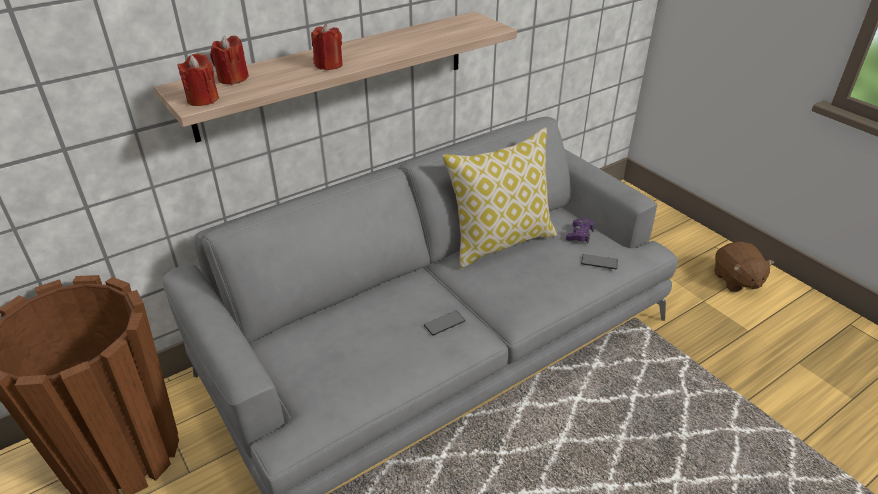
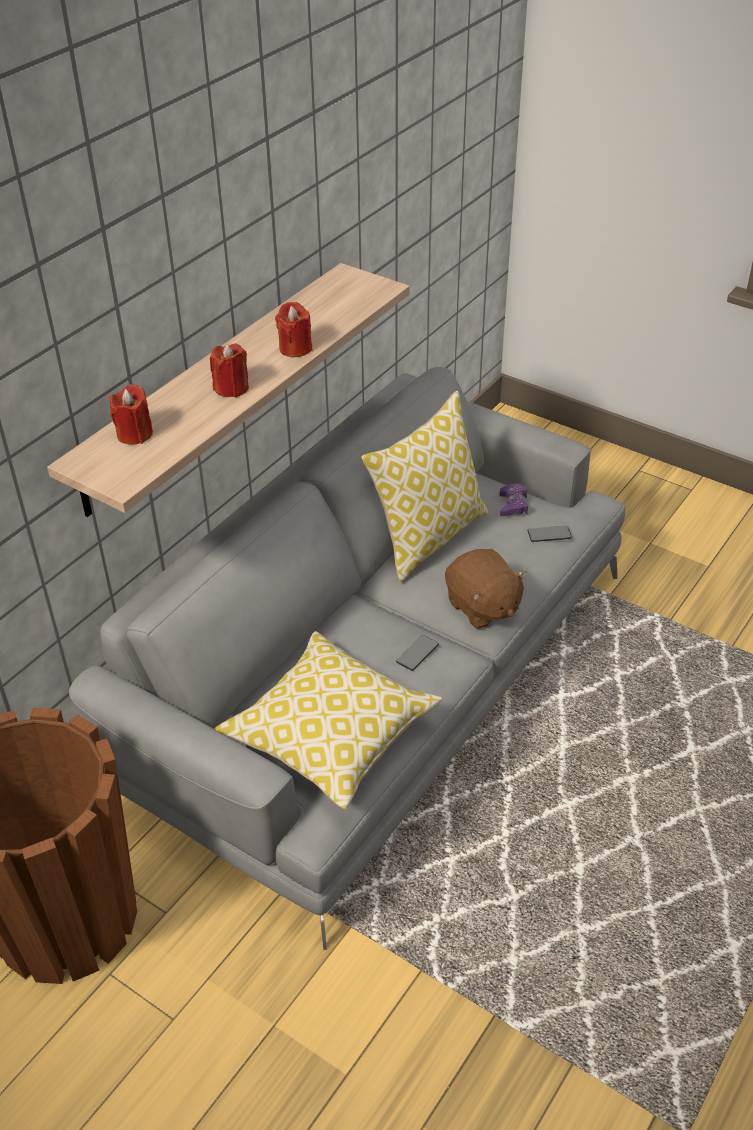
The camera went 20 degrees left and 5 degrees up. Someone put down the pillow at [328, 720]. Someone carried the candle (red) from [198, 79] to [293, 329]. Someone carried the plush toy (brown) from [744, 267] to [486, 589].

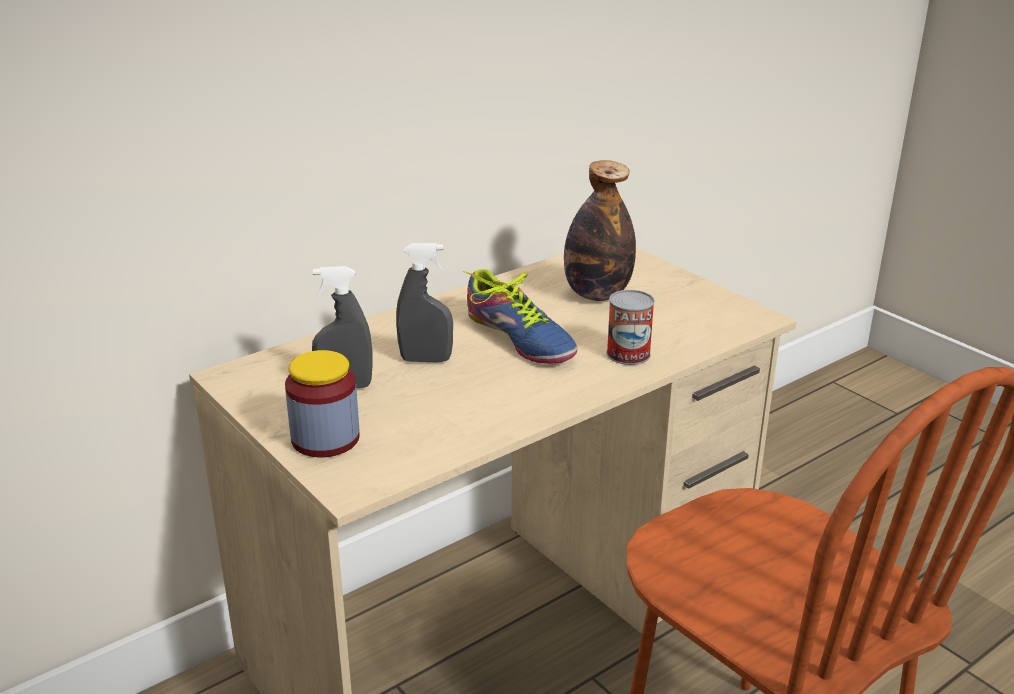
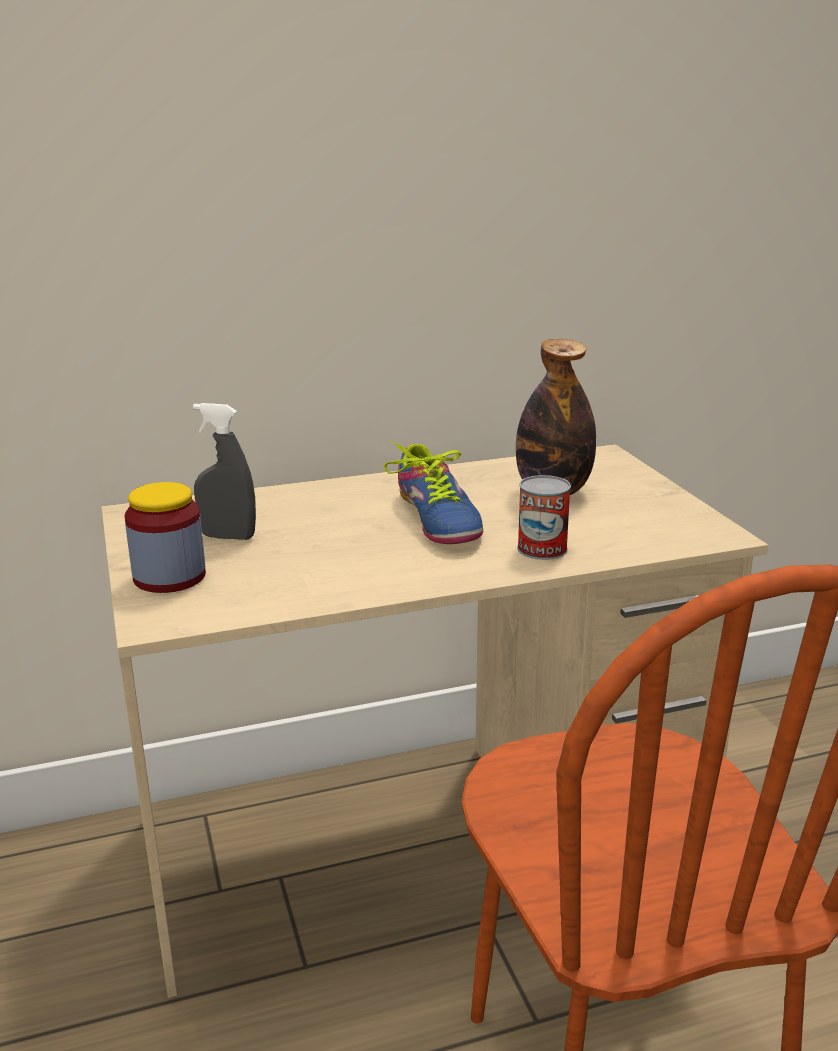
The camera went 20 degrees right and 5 degrees down. Someone took away the spray bottle (grey) at [424, 303].

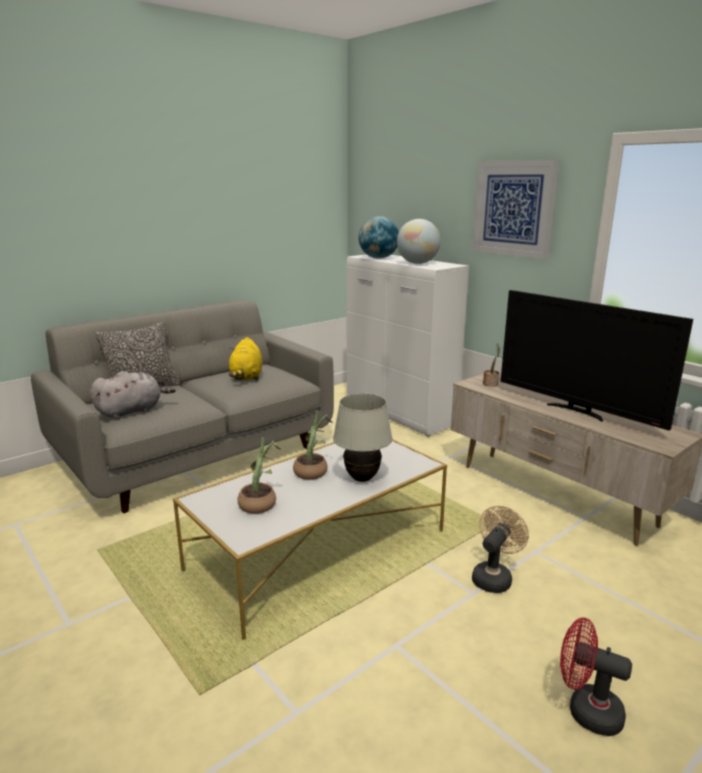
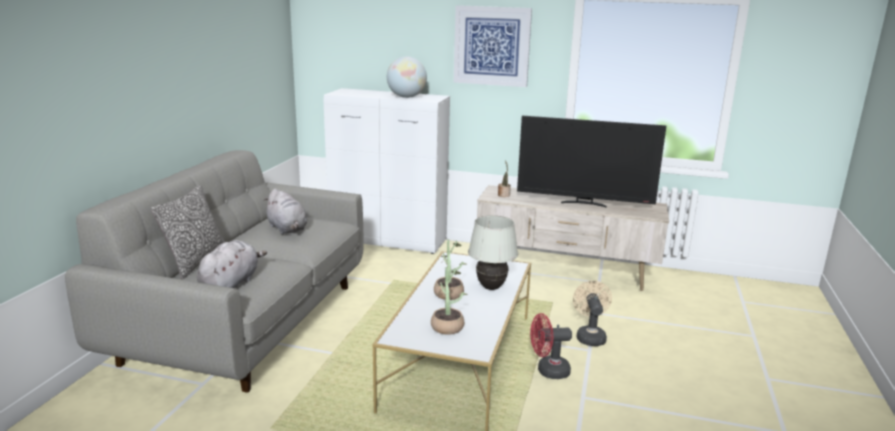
The camera went 35 degrees left and 0 degrees up. Someone repainted the plush toy (yellow) at [245, 359], which became the plush toy (grey) at [285, 211]. Someone carried the fan (red) from [596, 676] to [551, 346]. Someone took away the globe at [379, 237].

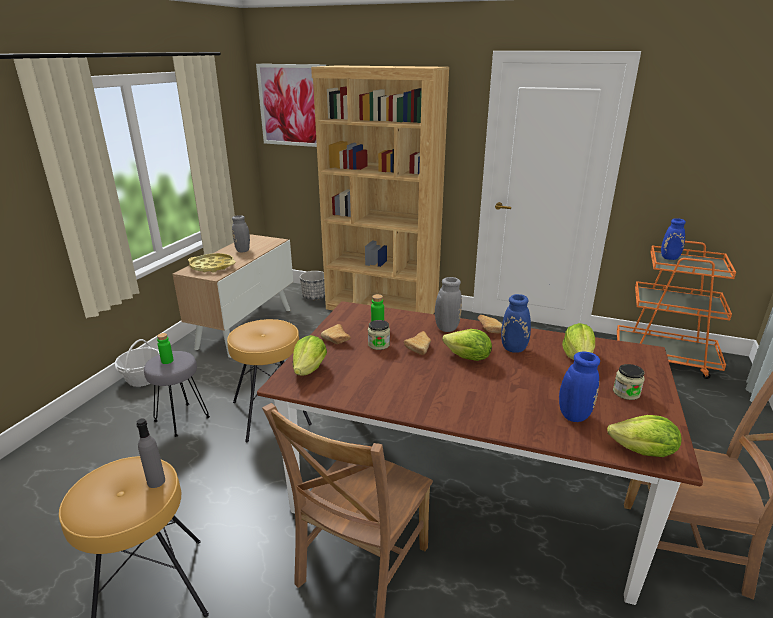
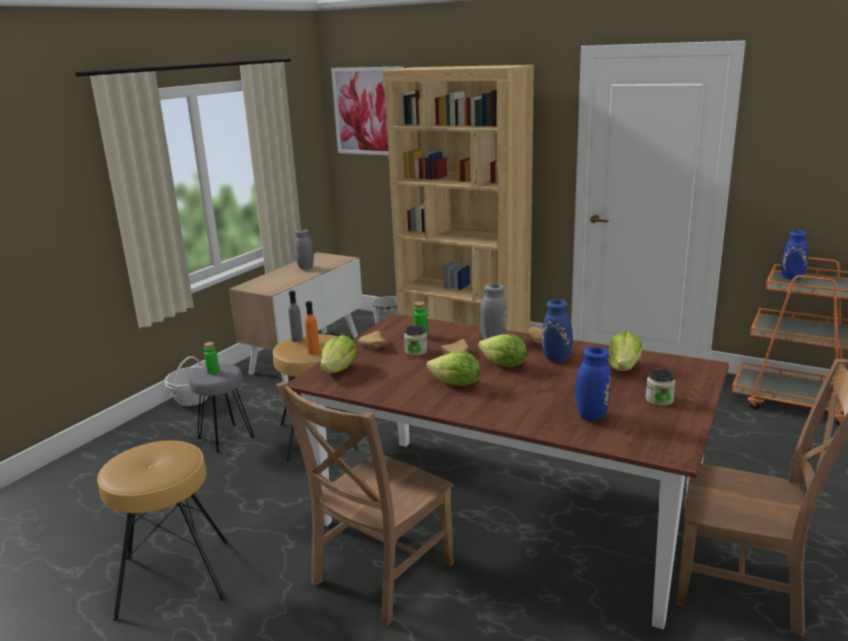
The camera went 10 degrees right and 5 degrees down. Someone carried the bottle (grey) from [150, 453] to [295, 316]. Someone put down the bottle (orange) at [312, 328]. Someone carried the lettuce from [644, 436] to [453, 369]. Someone took away the tray (yellow) at [212, 263].

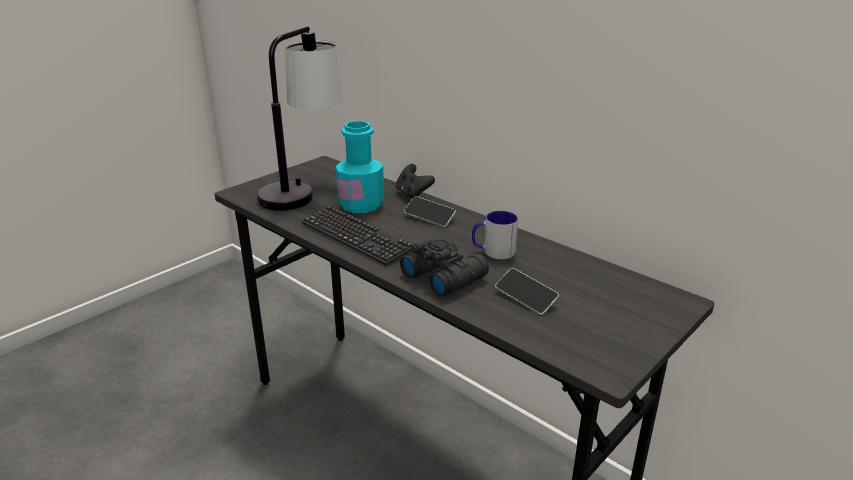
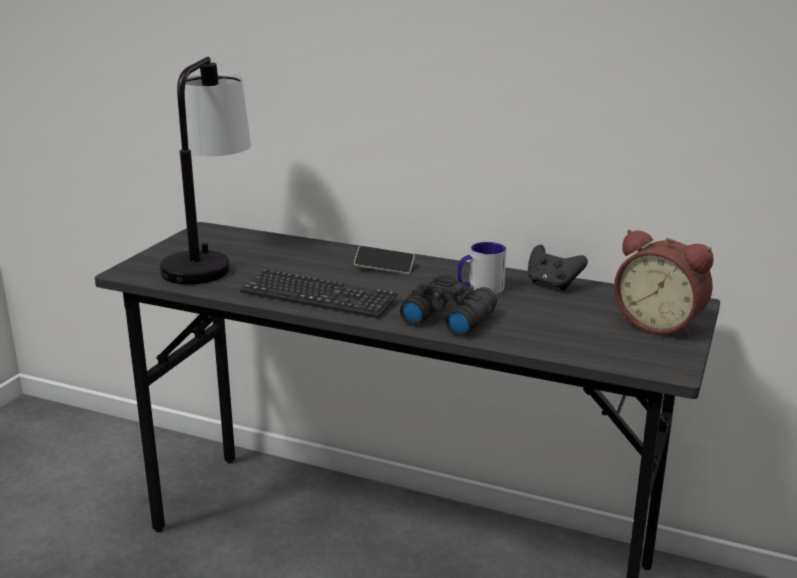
The camera went 20 degrees left and 5 degrees down. Someone carried the game controller (black) from [415, 181] to [557, 268]. Someone put down the alarm clock at [663, 284]. Someone took away the bottle (turquoise) at [360, 167]. Someone took away the phone at [527, 291].

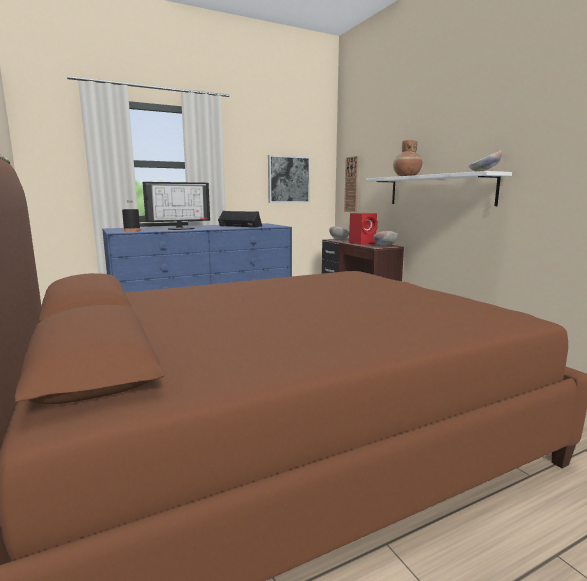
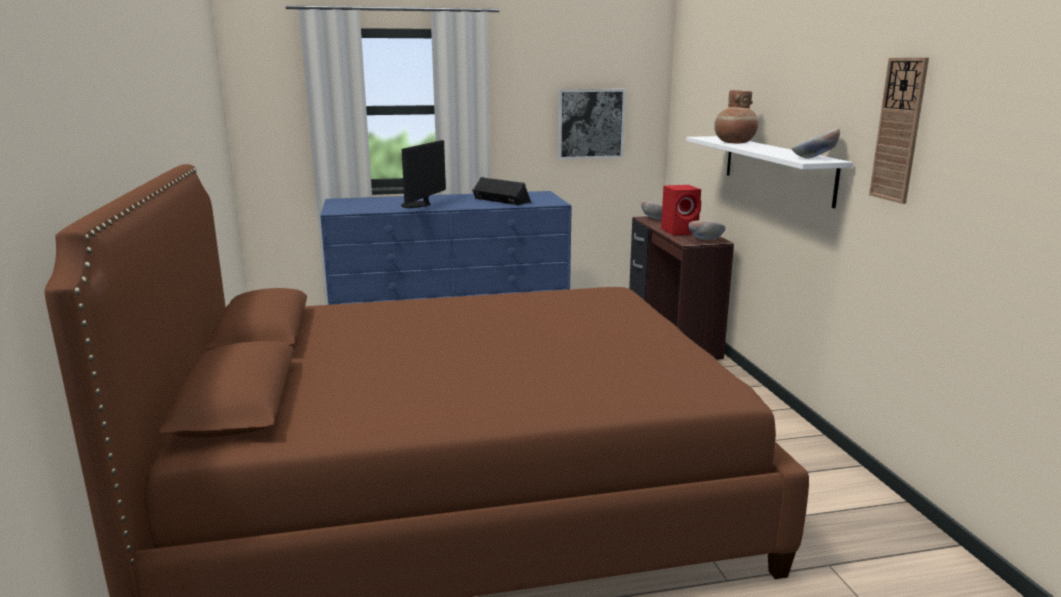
The camera went 15 degrees right and 5 degrees up. Someone rotated the monitor at [176, 206] by 120 degrees clockwise. Someone carried the wall clock from [351, 184] to [899, 130]. Someone took away the bottle (black) at [131, 216].

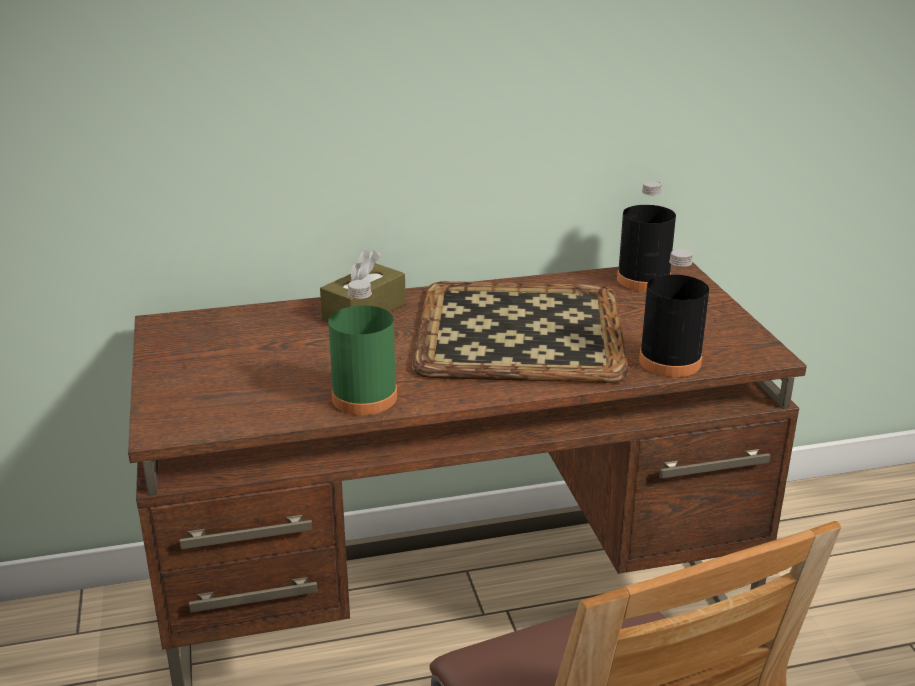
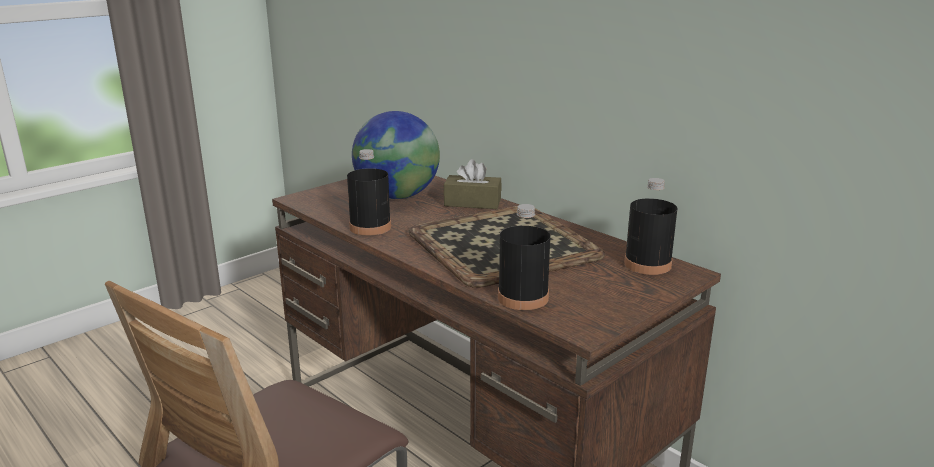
The camera went 60 degrees right and 5 degrees down. Someone repainted the bottle (green) at [362, 347], which became the bottle (black) at [369, 192]. Someone put down the globe at [396, 155].

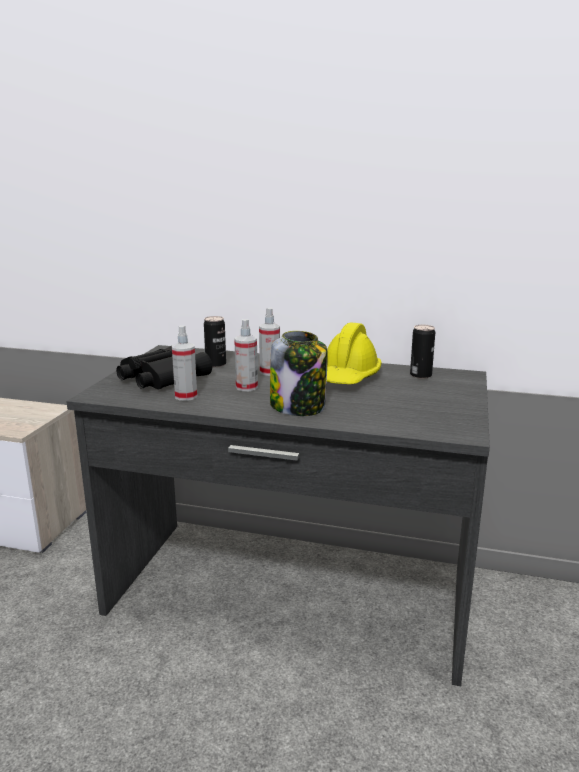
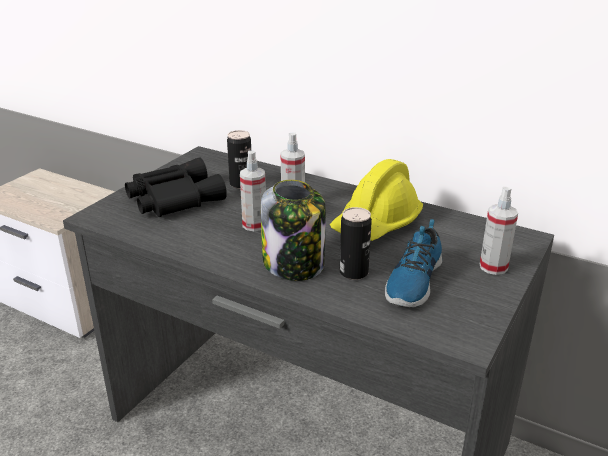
The camera went 15 degrees right and 10 degrees up. Someone carried the can from [422, 352] to [356, 243]. Someone put down the shoe at [413, 263]. Someone carried the spray bottle from [184, 363] to [499, 231].

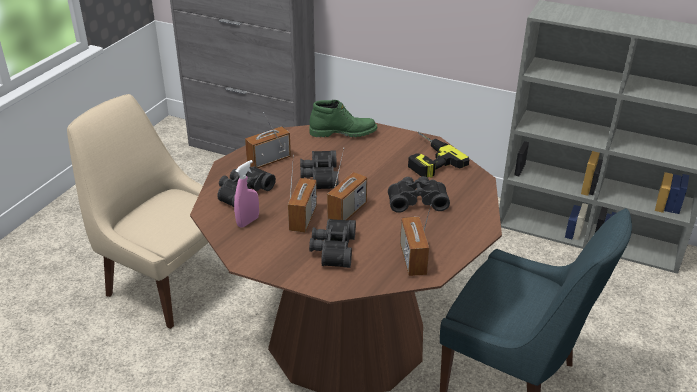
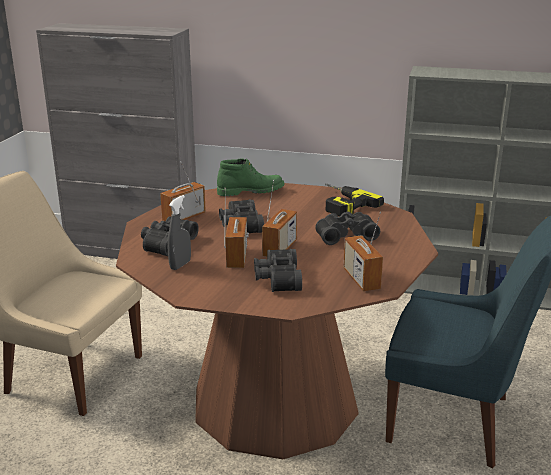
The camera went 10 degrees left and 10 degrees down. Someone repainted the spray bottle (pink) at [246, 194], which became the spray bottle (grey) at [179, 232].

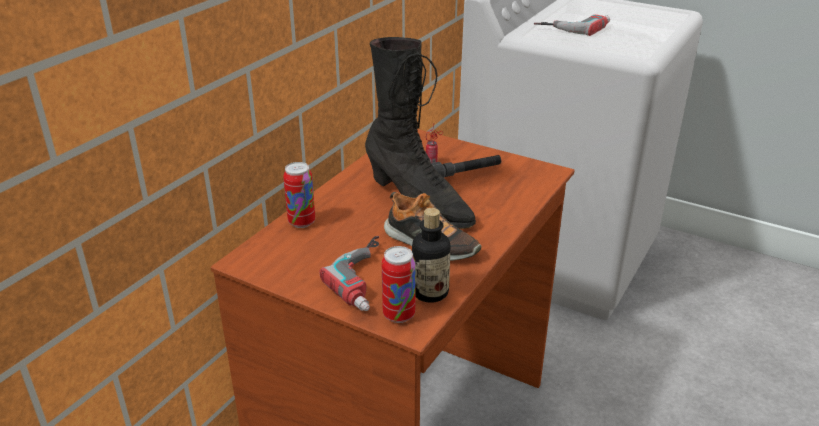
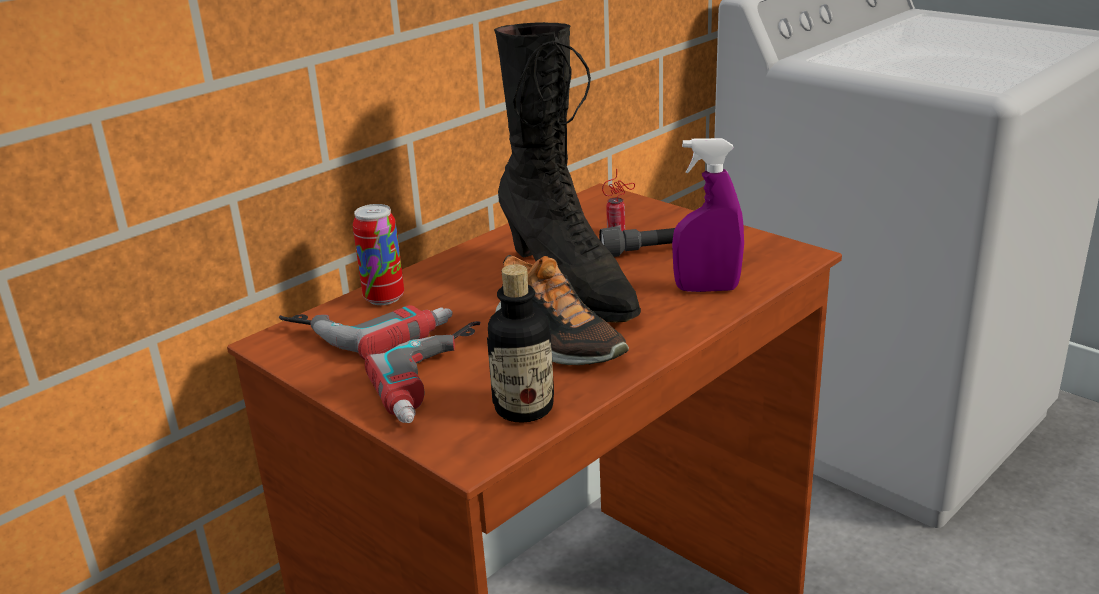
The camera went 15 degrees right and 5 degrees down. Someone carried the power drill from [572, 25] to [366, 332]. Someone put down the spray bottle (purple) at [708, 215]. Someone took away the can at [399, 284].

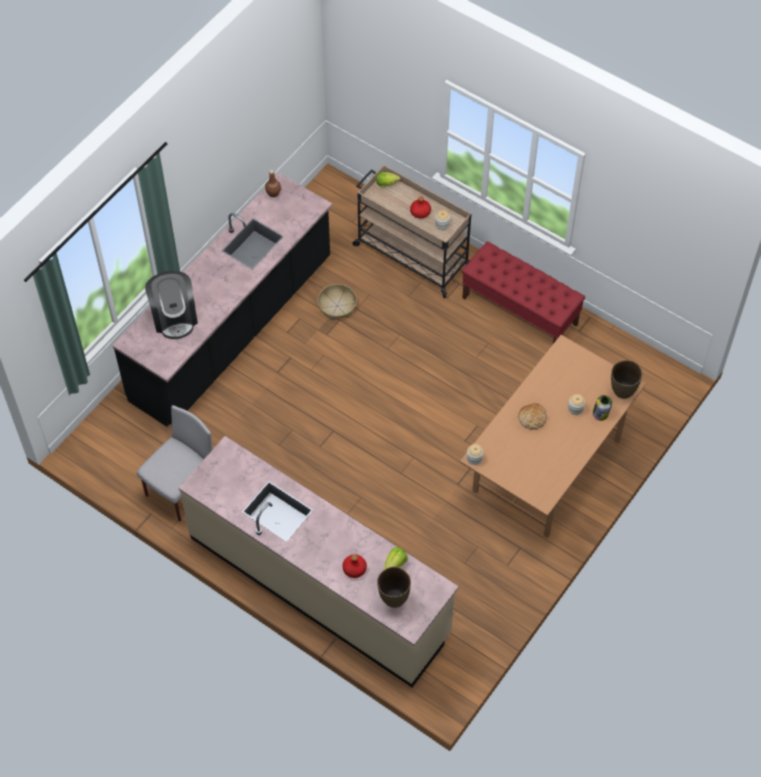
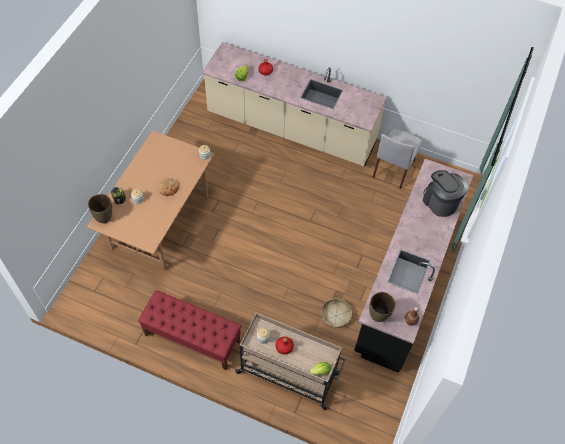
The camera went 165 degrees right and 0 degrees up. Someone carried the vase (brown) from [394, 587] to [382, 307].

